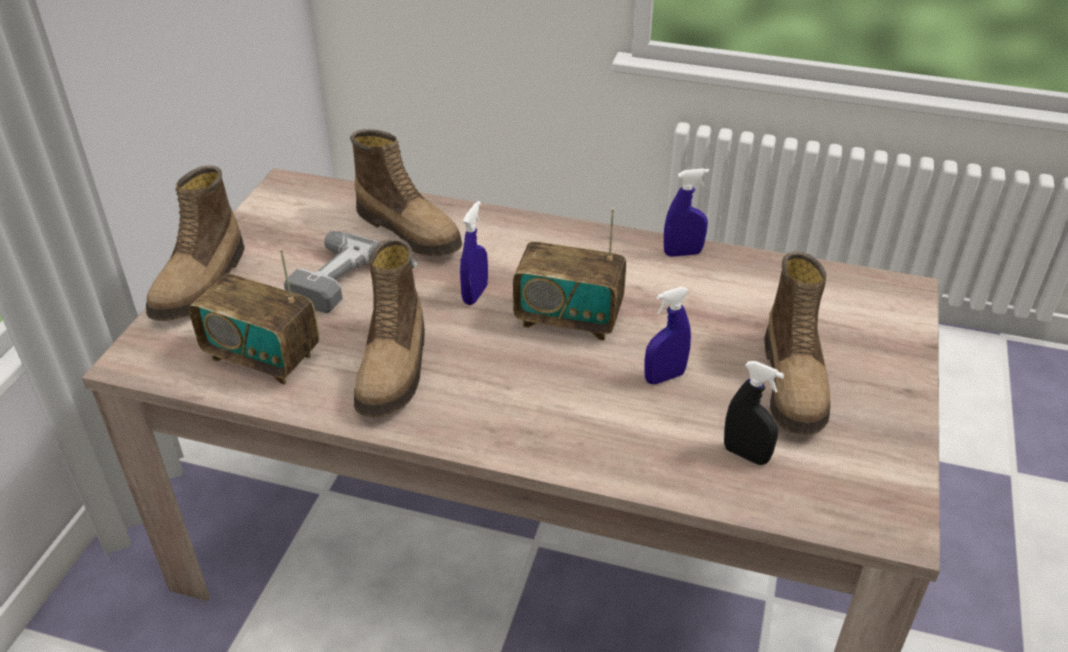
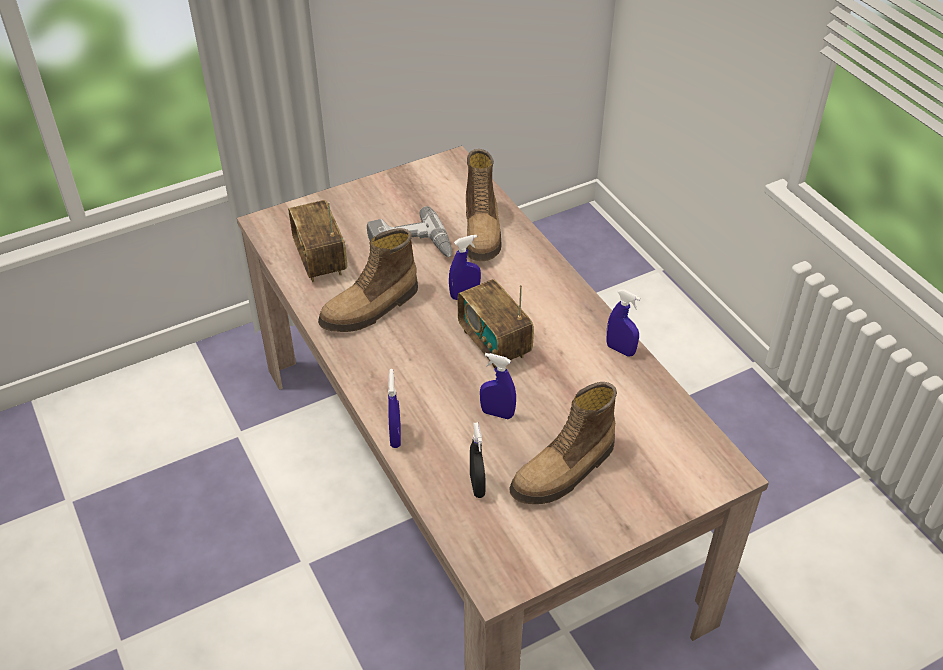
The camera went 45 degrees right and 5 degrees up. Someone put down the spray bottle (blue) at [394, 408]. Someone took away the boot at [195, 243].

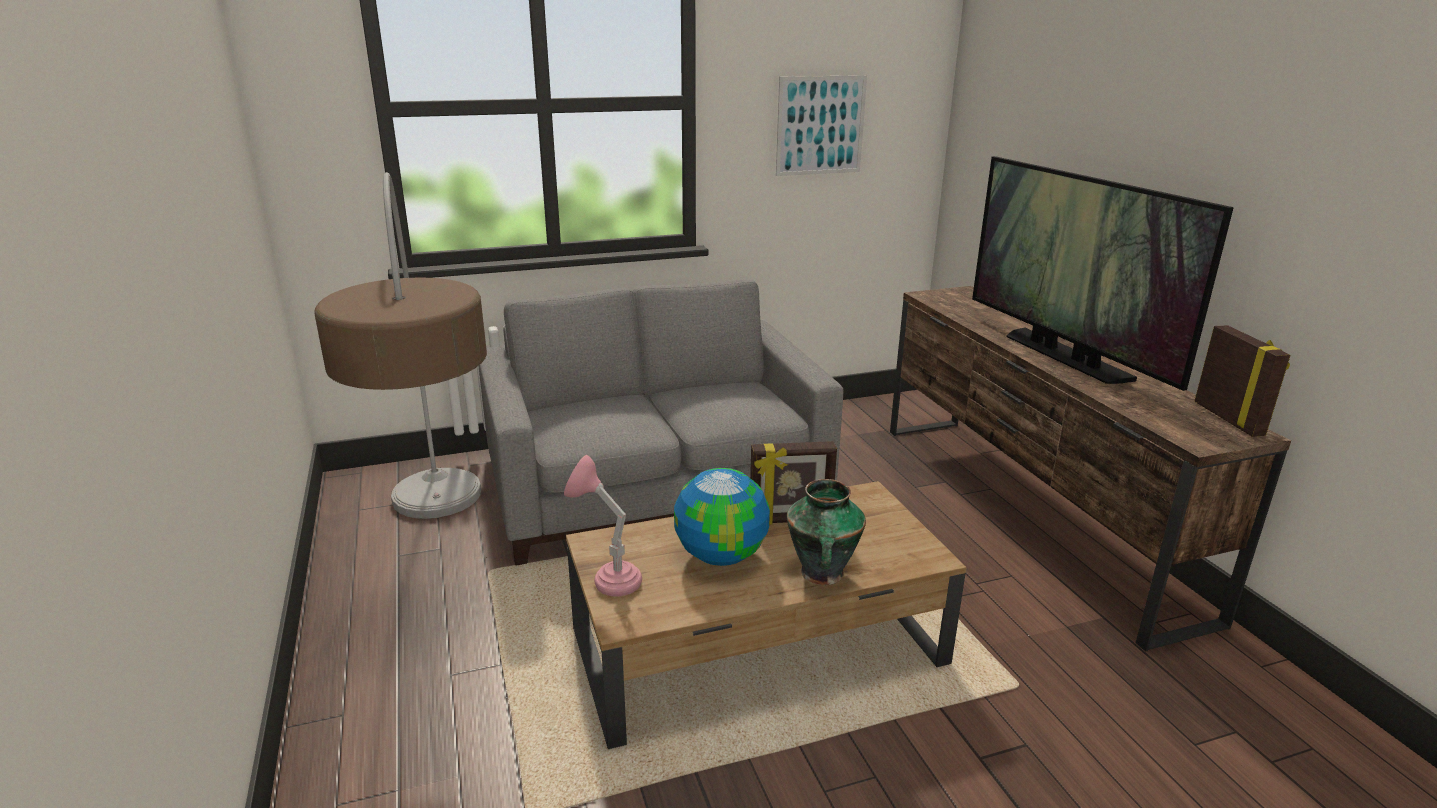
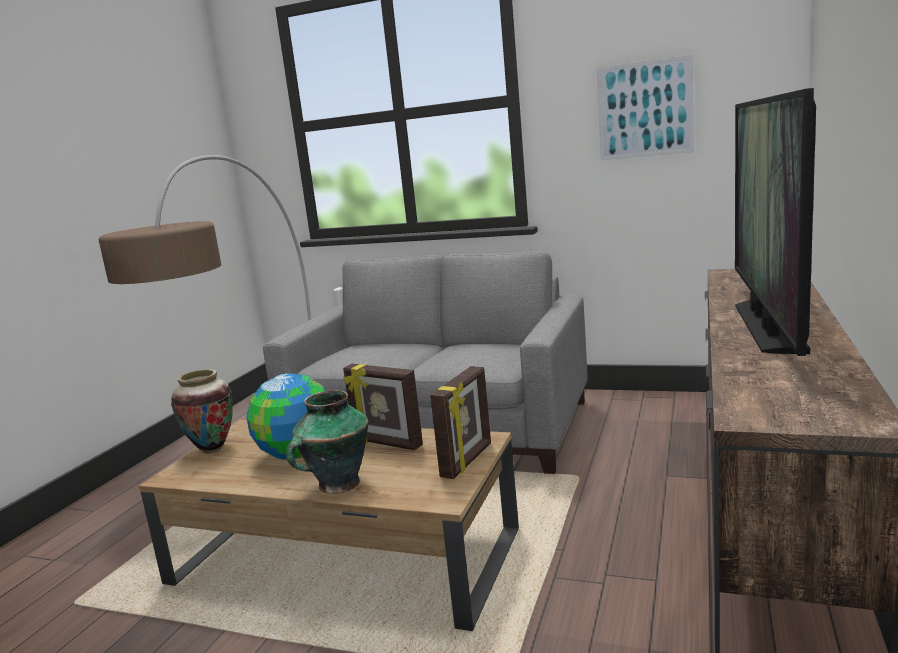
The camera went 40 degrees right and 10 degrees down. Someone swapped the table lamp (pink) at [603, 526] for the vase at [201, 411]. Someone carried the picture frame from [1242, 381] to [460, 422].

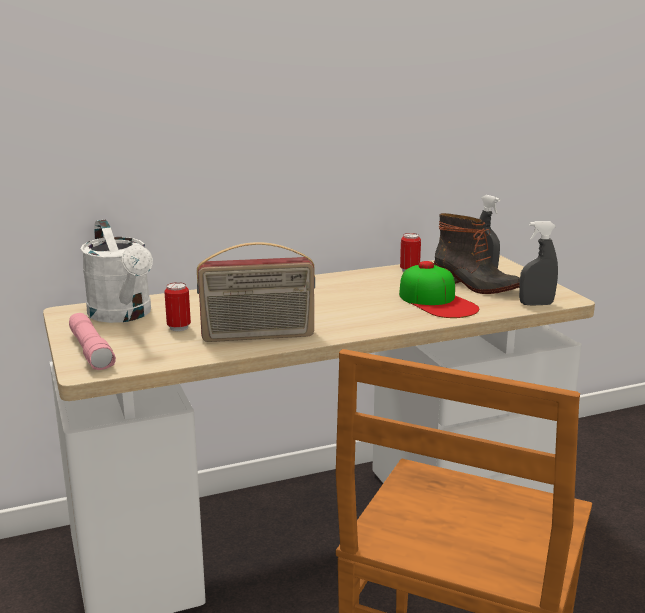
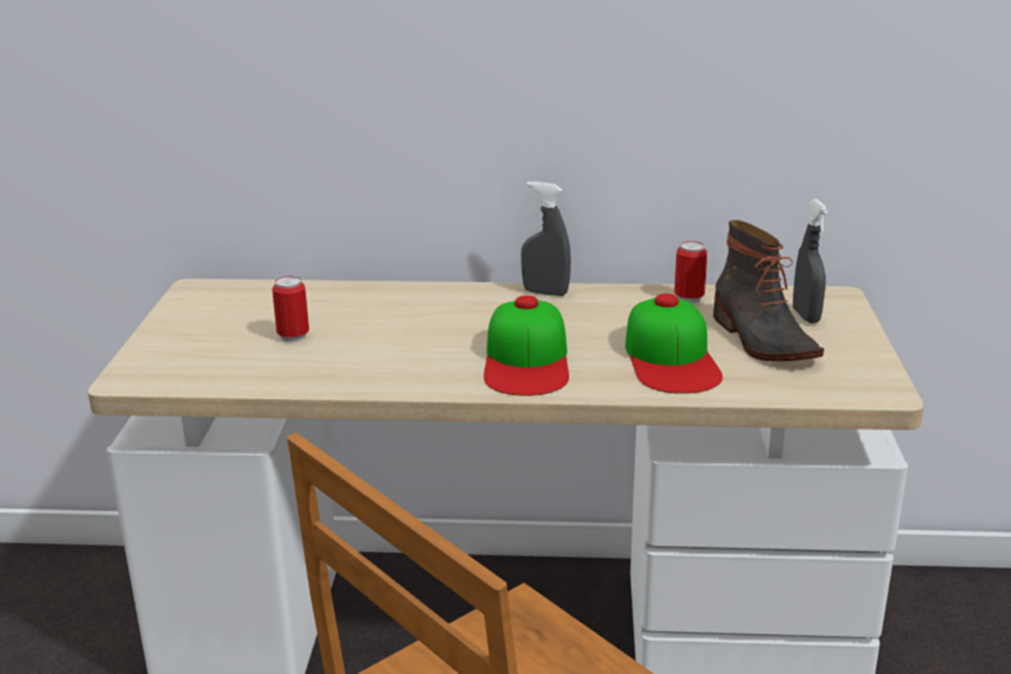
The camera went 25 degrees right and 5 degrees up. Someone put down the cap at [526, 345]. Someone carried the spray bottle (grey) from [538, 263] to [546, 238]. Someone took away the flashlight (pink) at [92, 341]. Someone took away the watering can (white) at [116, 271]. Someone took away the radio at [256, 292].

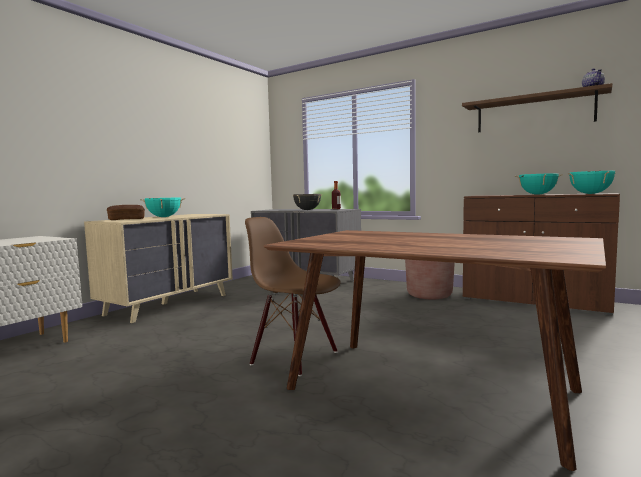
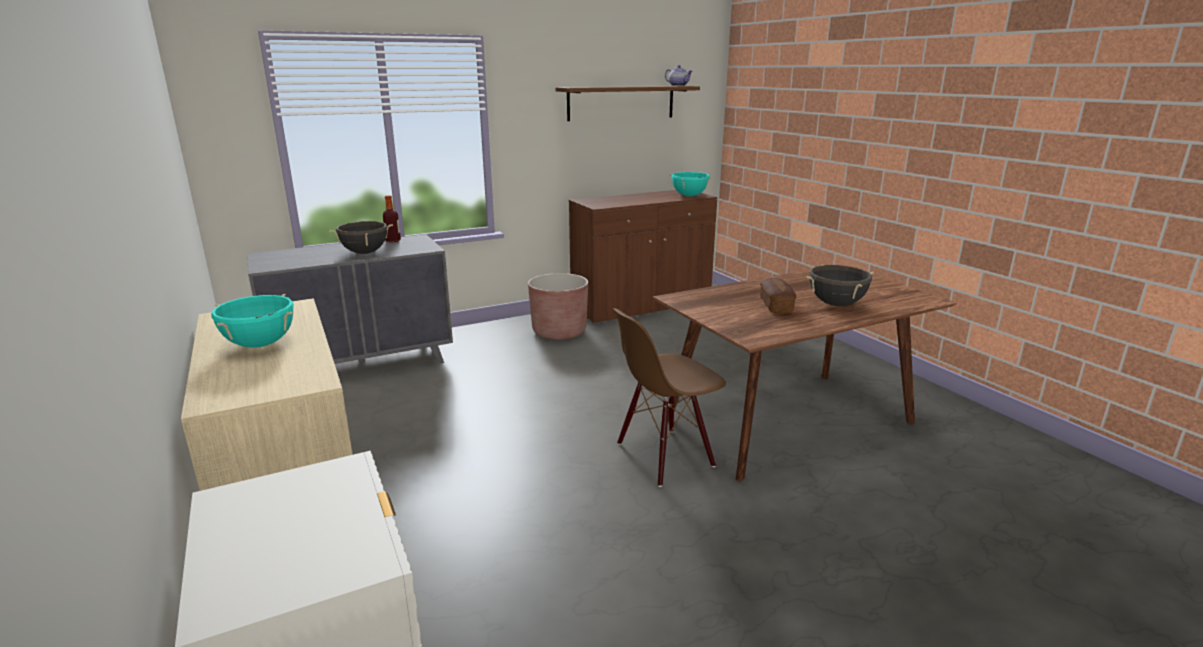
The camera went 60 degrees left and 15 degrees up. Someone carried the bread from [126, 212] to [778, 295]. Someone put down the cooking pot (black) at [840, 285]. Someone took away the cooking pot (turquoise) at [539, 184].

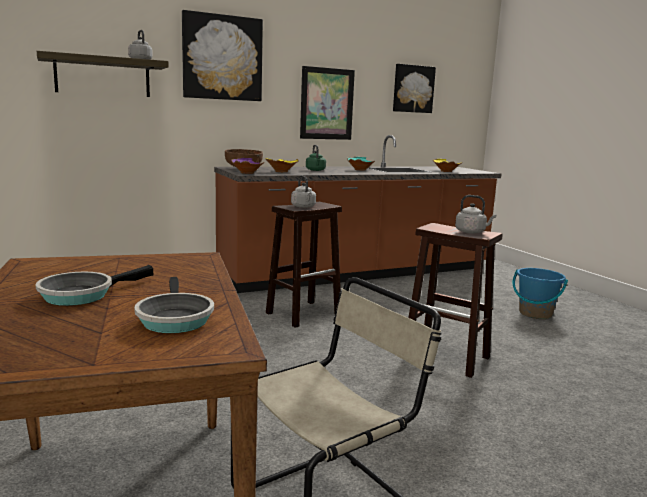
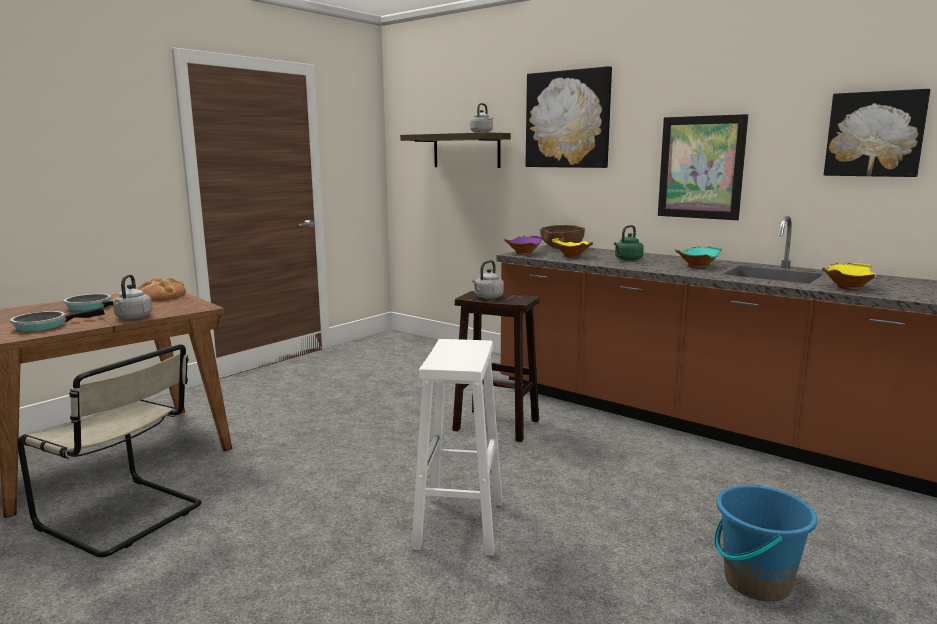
The camera went 65 degrees right and 0 degrees up. Someone carried the kettle (grey) from [475, 214] to [132, 296]. Someone put down the bread at [161, 289]. Someone repainted the stool (brown) at [455, 300], which became the stool (white) at [457, 447].

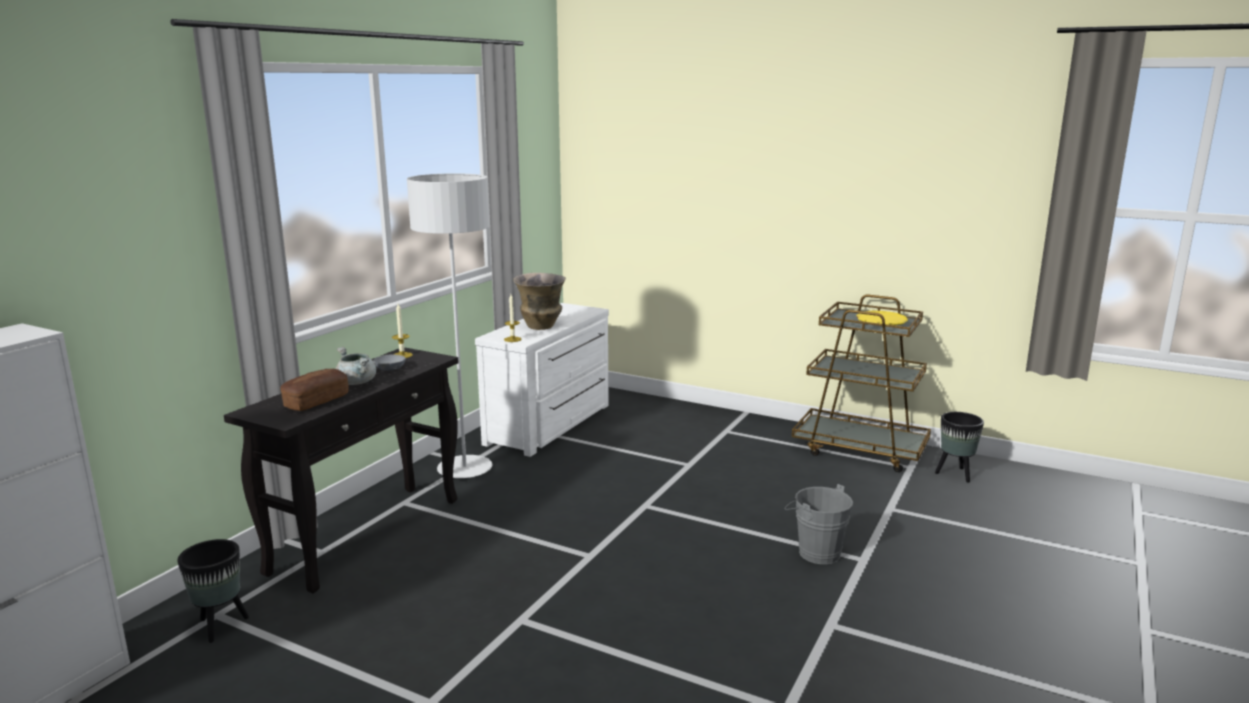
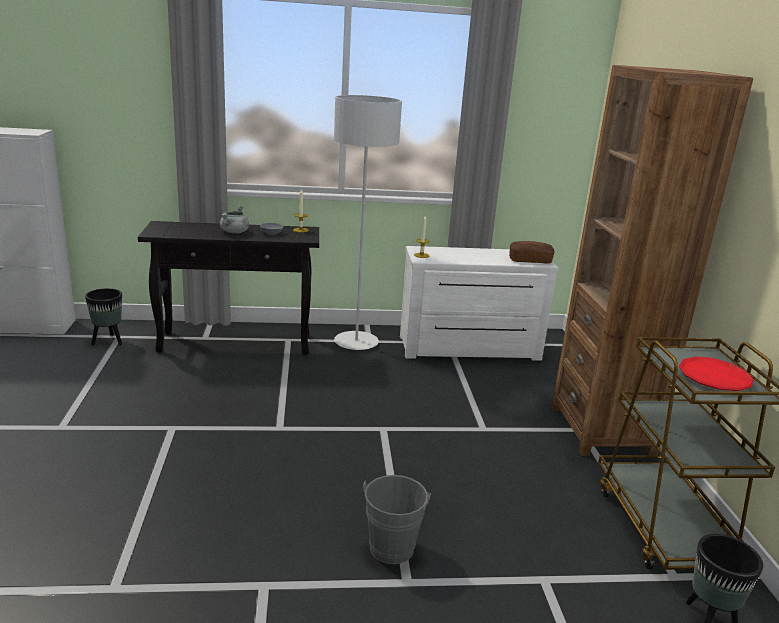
The camera went 55 degrees right and 5 degrees up. Someone carried the bread from [314, 390] to [532, 252]. Someone put down the bookcase (brown) at [652, 260]. Someone repainted the plate (yellow) at [882, 318], which became the plate (red) at [716, 373]. Someone took away the vase at [539, 301].

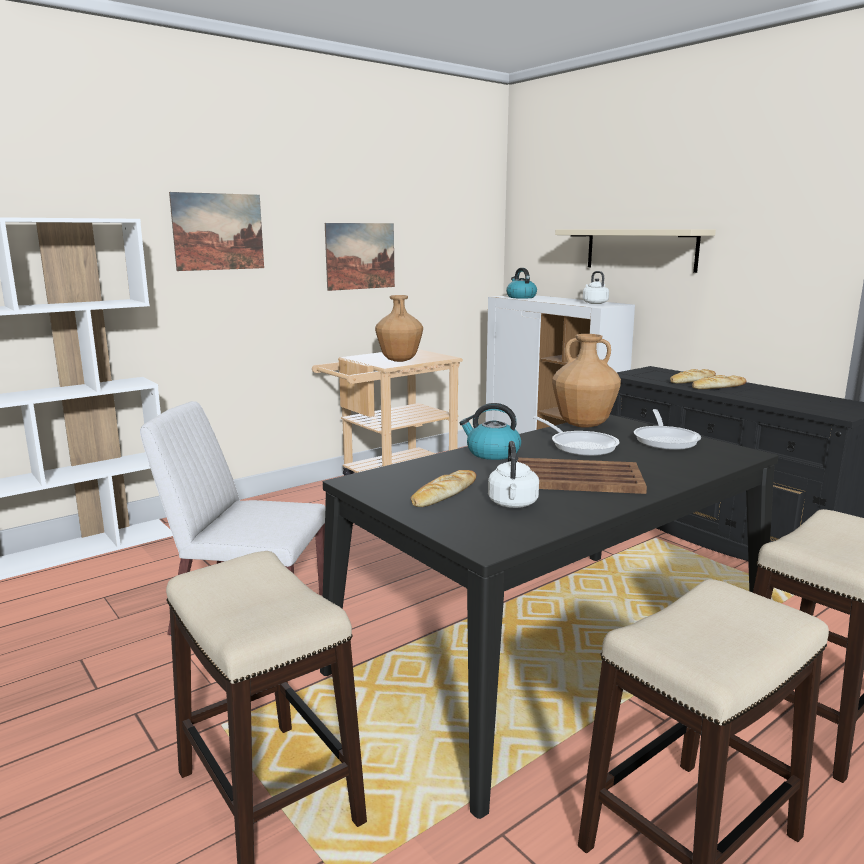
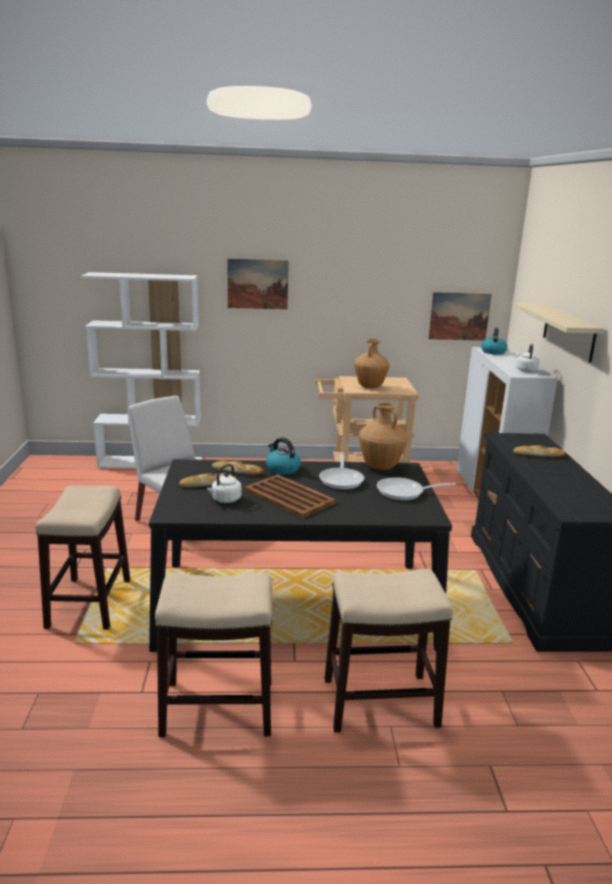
The camera went 35 degrees right and 5 degrees up. Someone carried the bread from [719, 382] to [238, 468]. Someone rotated the frying pan at [667, 429] by 45 degrees clockwise. Someone carried the picture from [360, 257] to [460, 316].

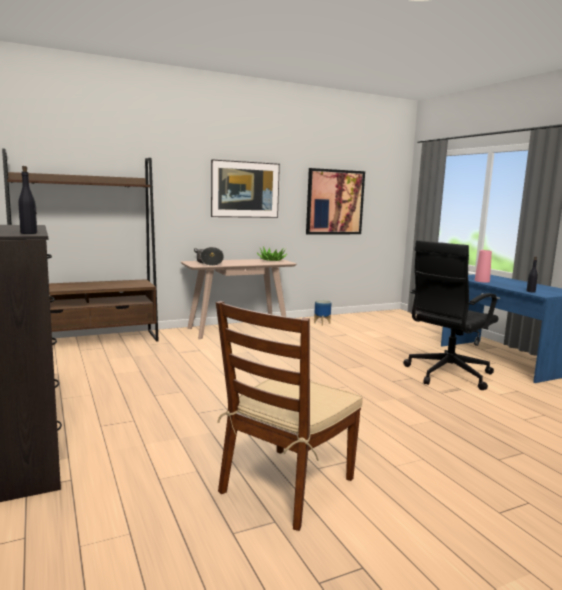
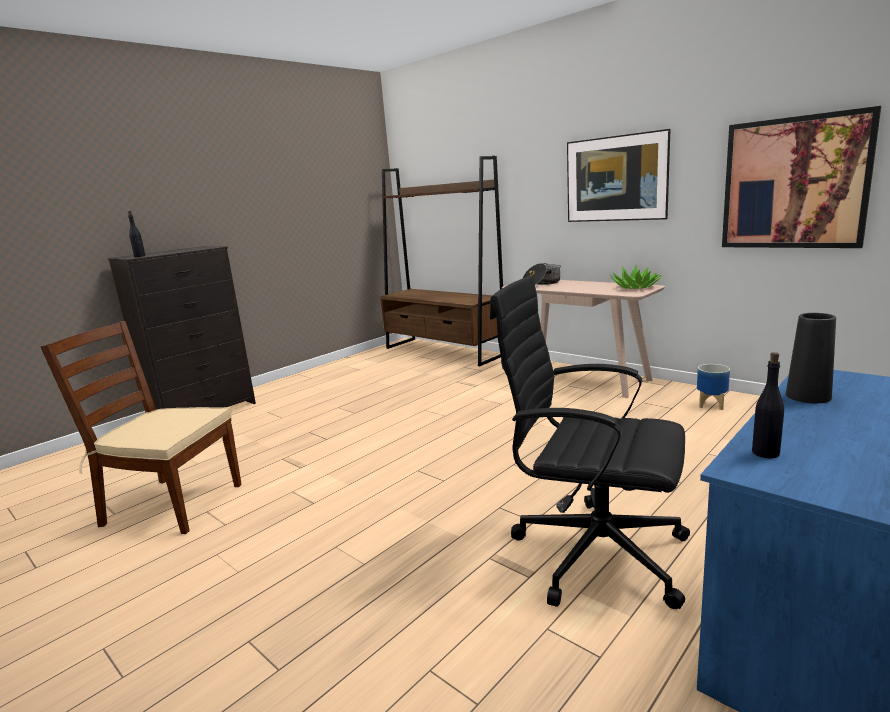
The camera went 70 degrees right and 5 degrees up. Someone repainted the vase (pink) at [483, 266], which became the vase (black) at [811, 358].

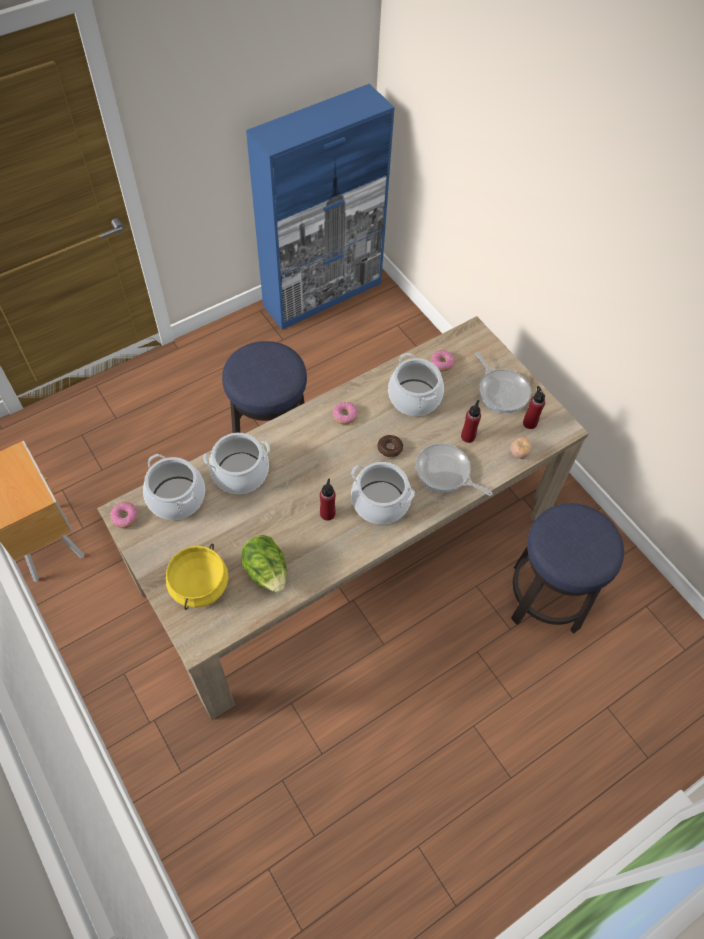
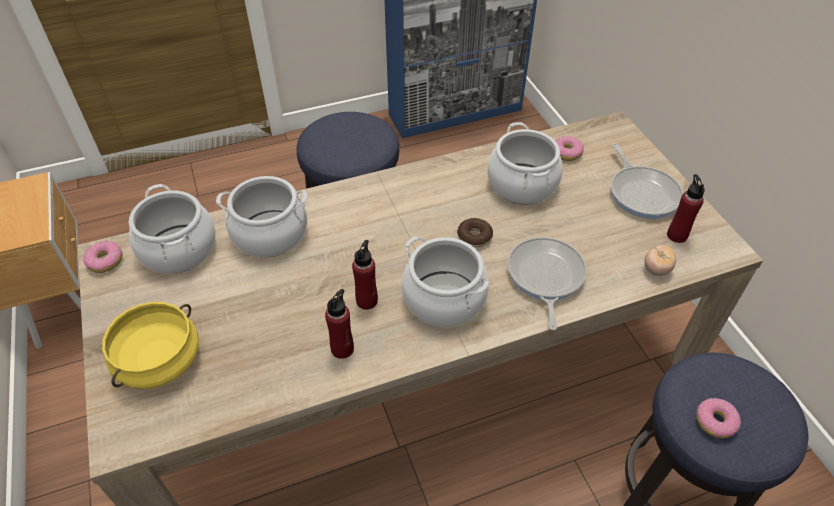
The camera went 15 degrees right and 10 degrees down. Someone carried the bottle (red) from [471, 421] to [339, 324]. Someone rotated the frying pan at [453, 469] by 45 degrees clockwise. Someone carried the donut from [345, 413] to [718, 418]. Someone took away the lettuce at [264, 564].

